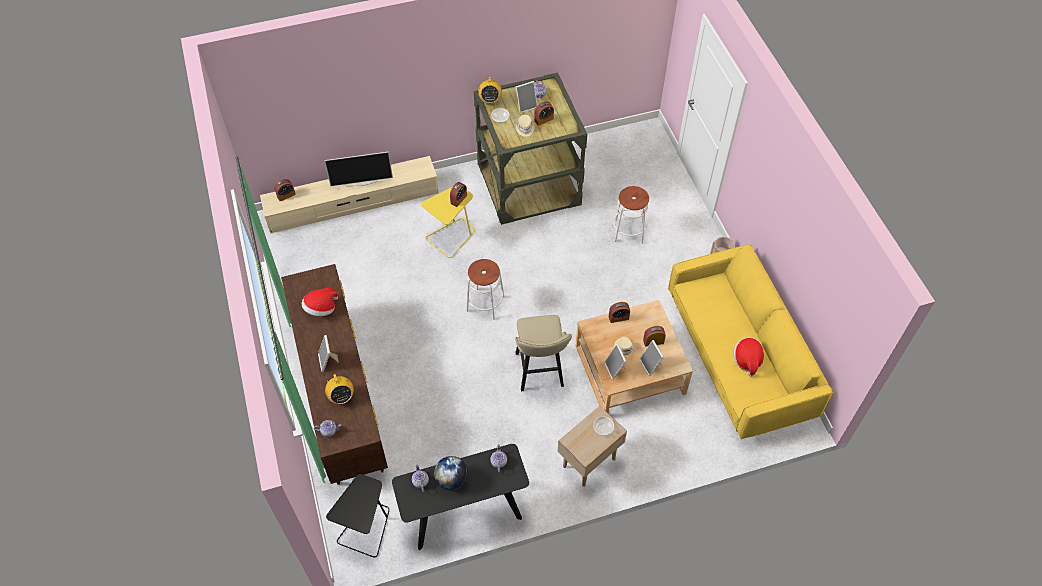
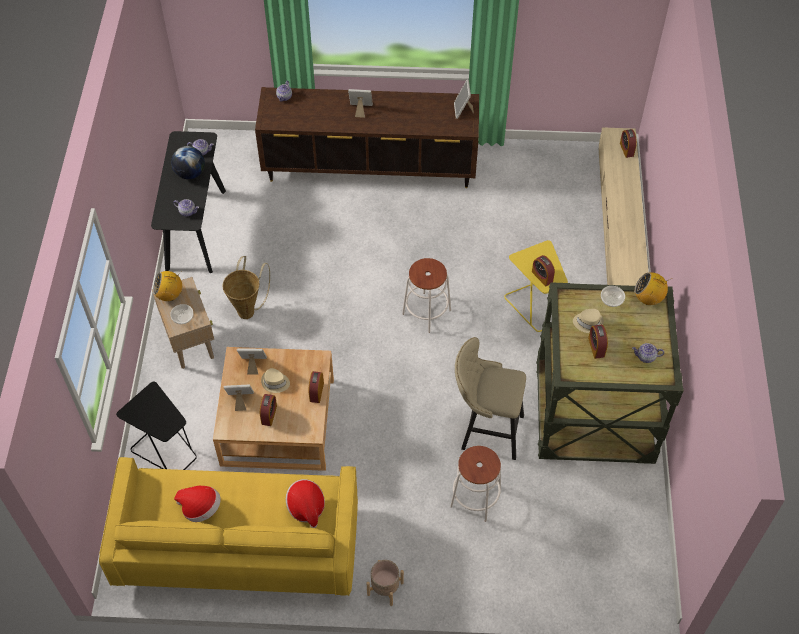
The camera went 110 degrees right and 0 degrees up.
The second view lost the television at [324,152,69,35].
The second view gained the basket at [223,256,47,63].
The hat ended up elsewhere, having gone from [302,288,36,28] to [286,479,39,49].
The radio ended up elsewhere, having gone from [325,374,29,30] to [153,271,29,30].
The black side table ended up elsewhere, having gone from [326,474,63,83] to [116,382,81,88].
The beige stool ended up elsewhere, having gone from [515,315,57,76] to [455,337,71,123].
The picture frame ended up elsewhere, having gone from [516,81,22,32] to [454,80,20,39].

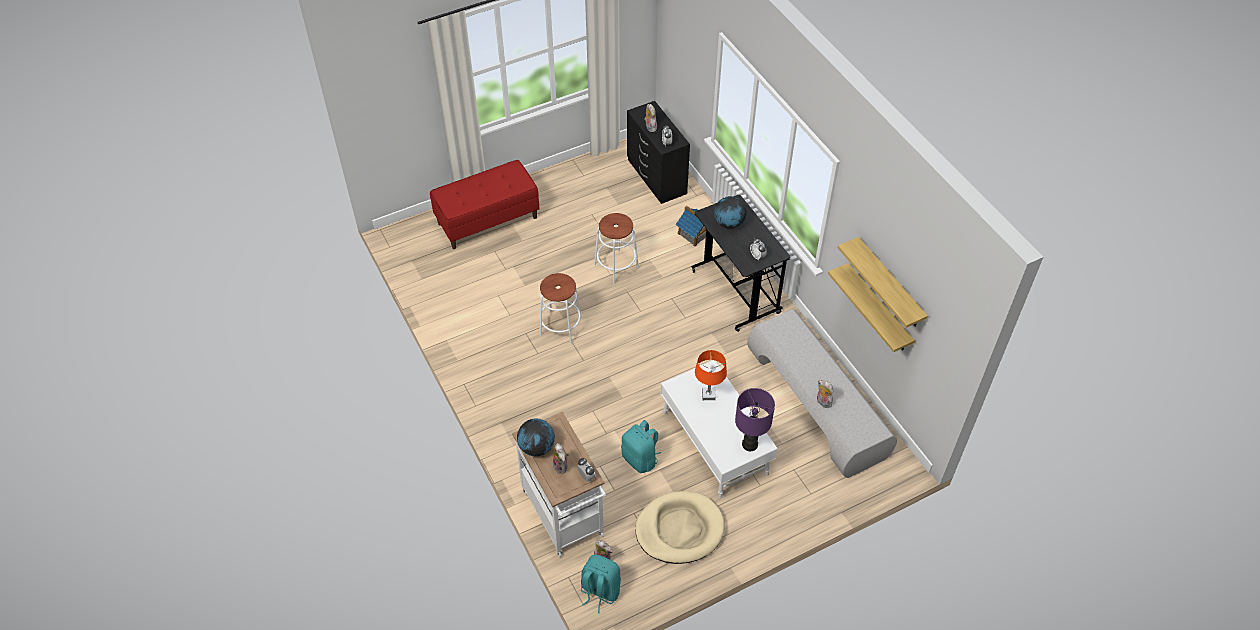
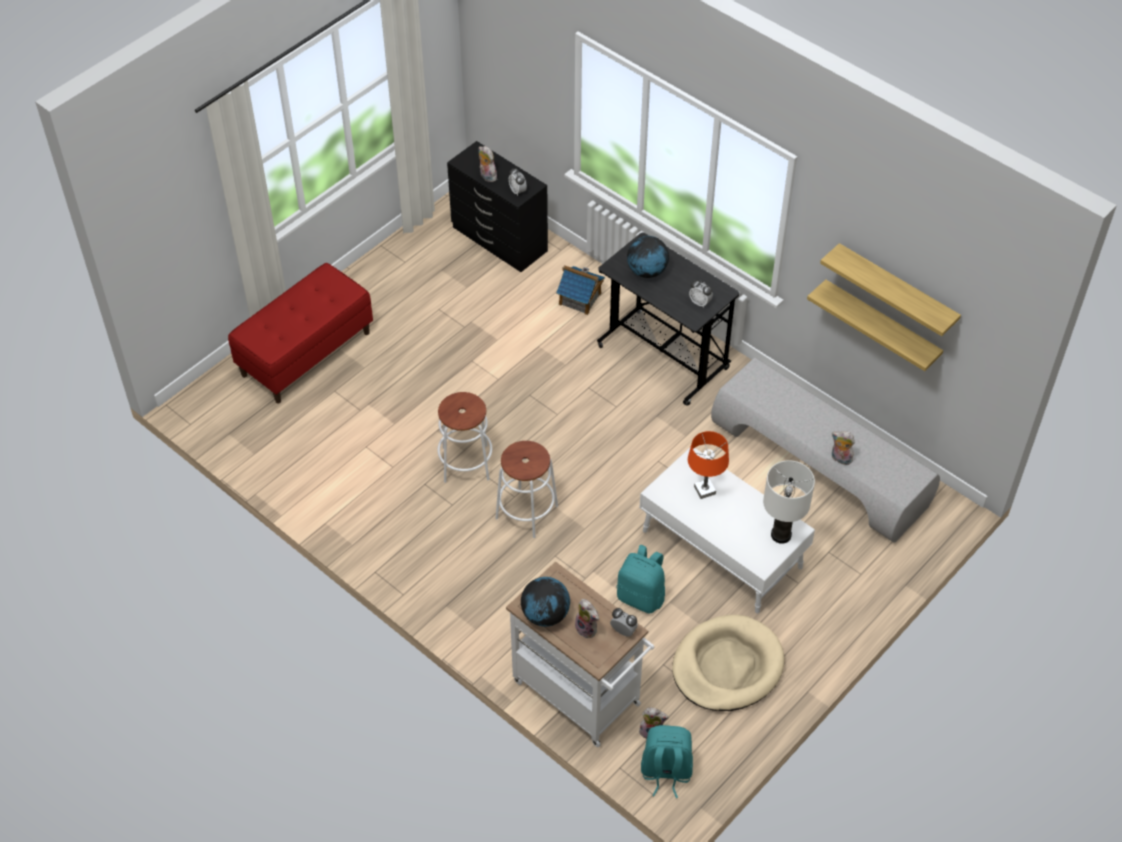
The camera went 20 degrees left and 0 degrees up.
The white stool ended up elsewhere, having gone from [594,213,45,71] to [495,441,63,97].
What was the purple table lamp at [735,388,40,63] turned into the white table lamp at [763,460,52,84].

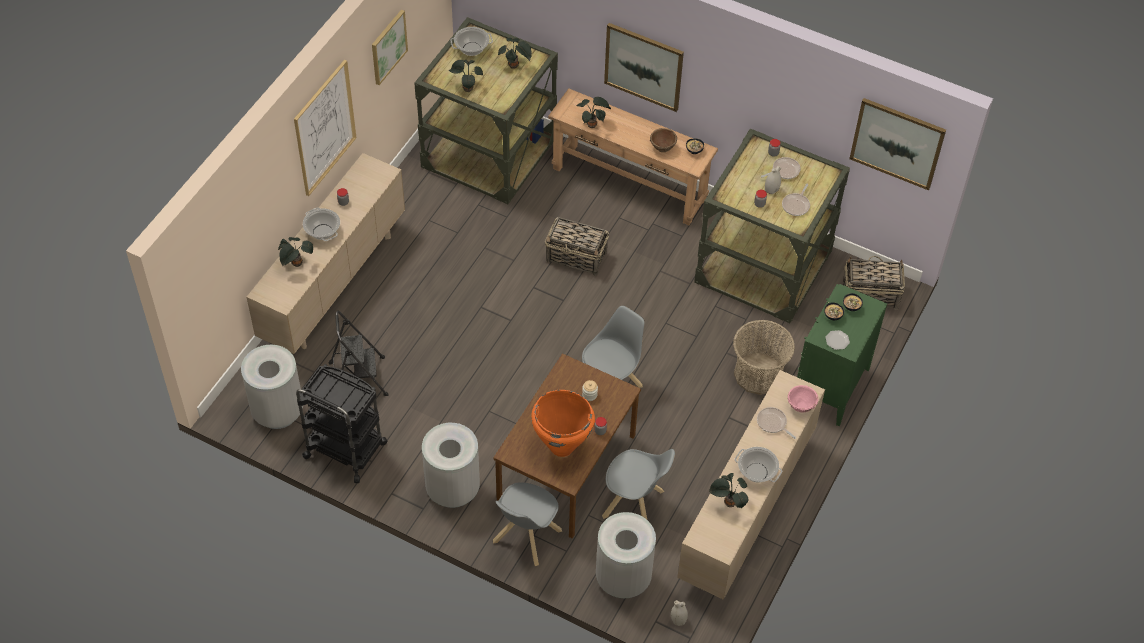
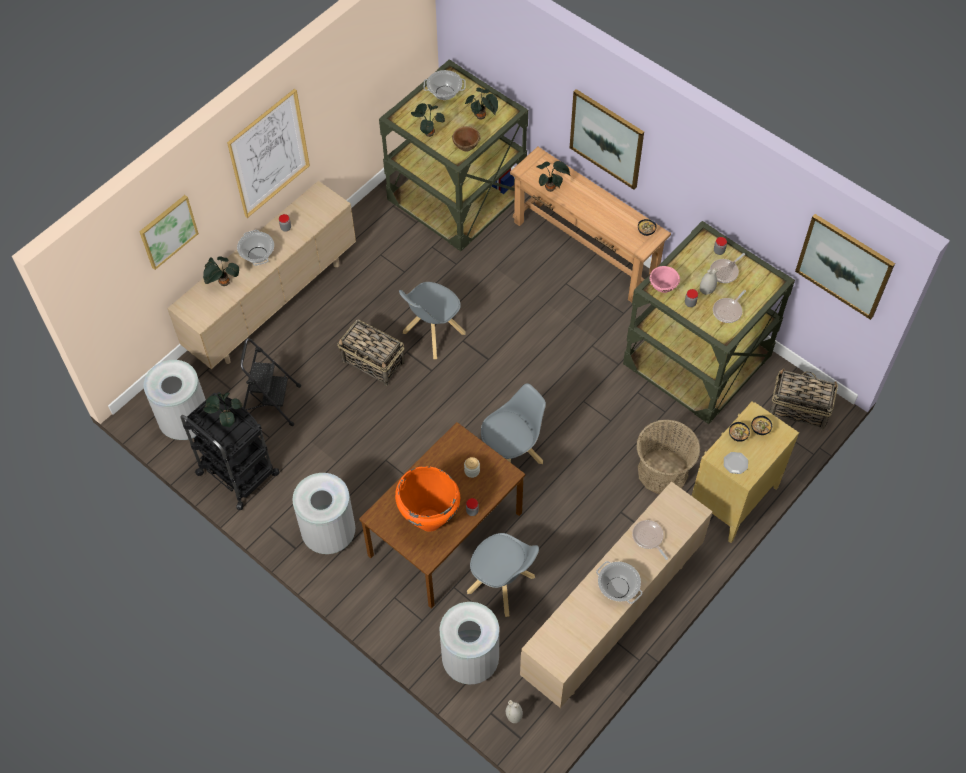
The camera went 15 degrees right and 5 degrees up.
The picture ended up elsewhere, having gone from [372,10,36,75] to [139,195,60,75].
The grey chair ended up elsewhere, having gone from [493,482,69,84] to [399,282,67,78].
The basket ended up elsewhere, having gone from [545,217,64,59] to [337,320,68,66].
The brown bowl ended up elsewhere, having gone from [649,128,28,24] to [452,126,29,25].
The potted plant ended up elsewhere, having gone from [709,473,39,36] to [203,393,39,34].
The pink bowl ended up elsewhere, having gone from [788,385,31,27] to [649,266,31,27].
What was the green dresser at [797,284,90,142] turned into the beige dresser at [692,402,107,141].
The frying pan at [761,157,40,22] ended up facing another way, 150 degrees clockwise from before.

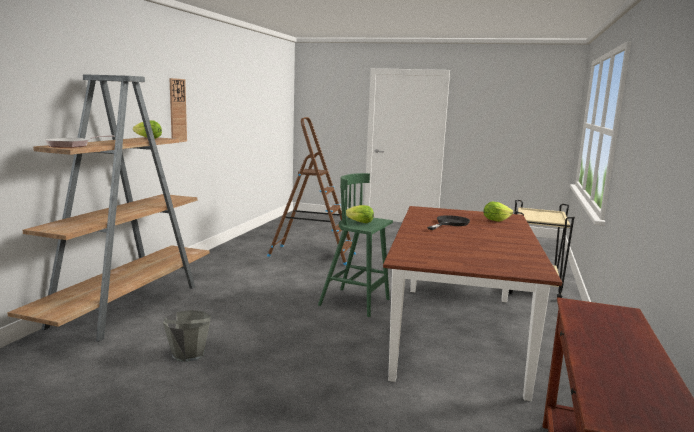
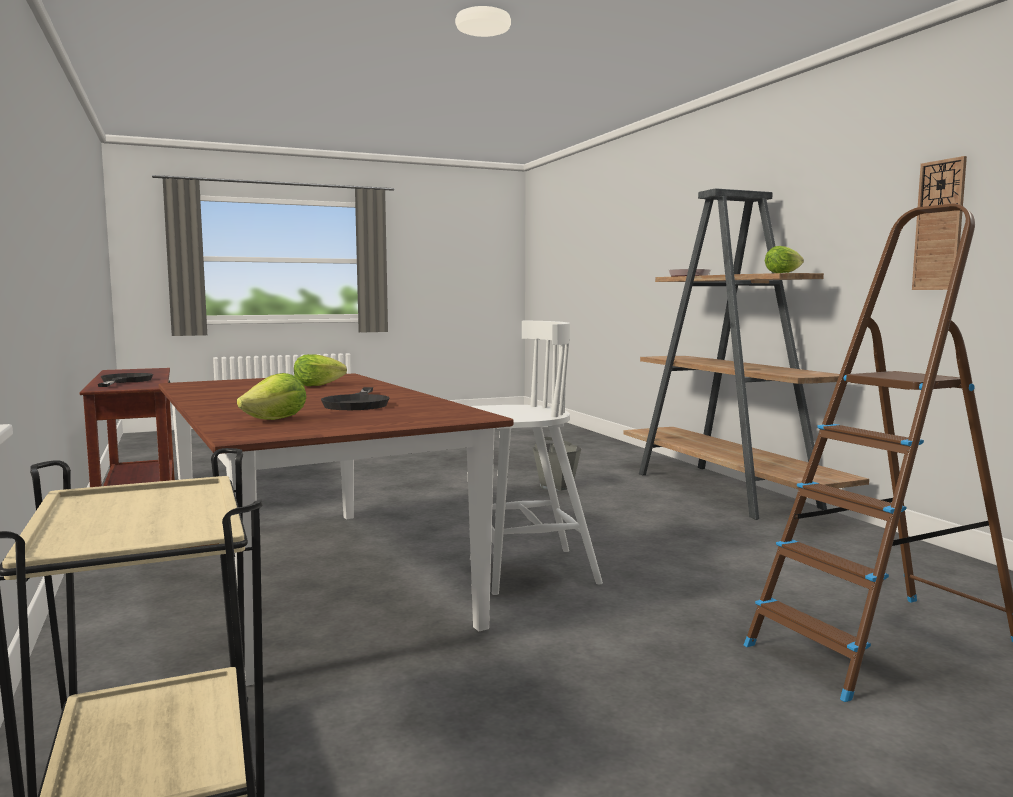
The camera went 140 degrees right and 5 degrees down.
The second view gained the black frying pan at [98,373,55,14].
The lettuce ended up elsewhere, having gone from [346,205,28,18] to [294,354,53,32].
What was the green stool at [318,173,75,144] turned into the white stool at [470,321,133,274].

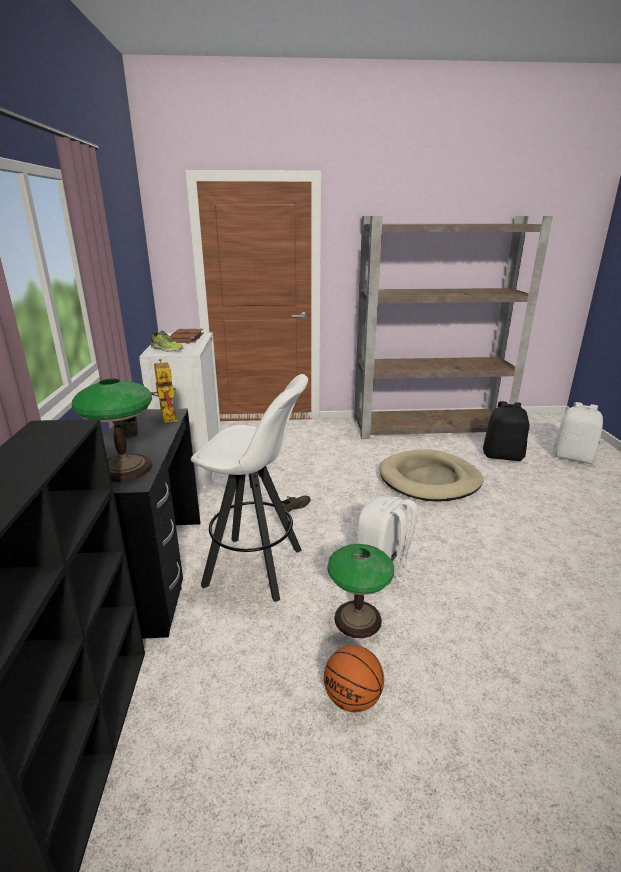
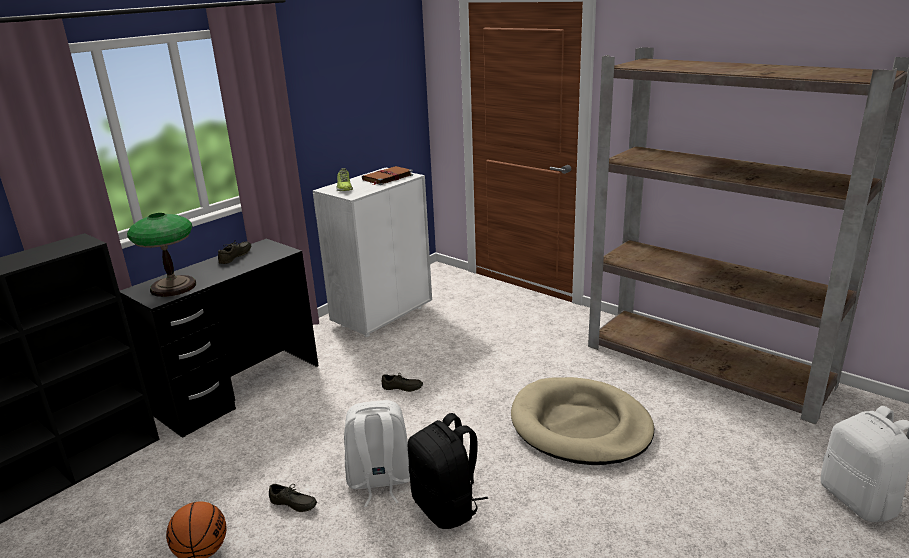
The camera went 45 degrees right and 0 degrees up.
The second view lost the toy robot at [151,359,27,64].
The second view lost the white stool at [191,374,117,228].
The black backpack ended up elsewhere, having gone from [483,401,46,60] to [408,413,80,116].
Where the table lamp stood at [327,544,67,94], the grey shoe came to stand at [269,484,48,28].

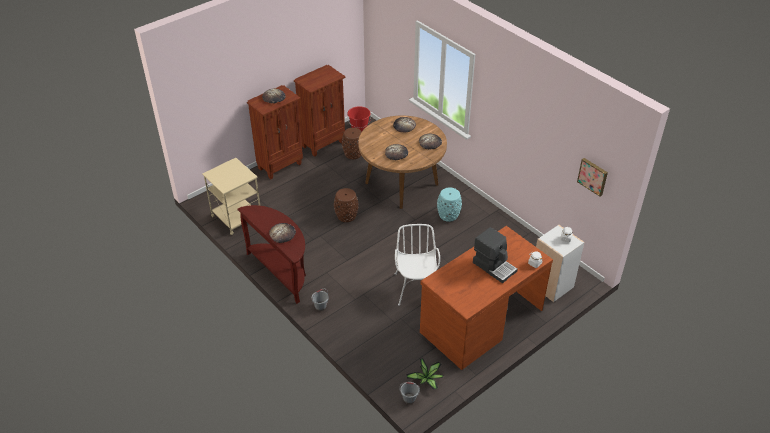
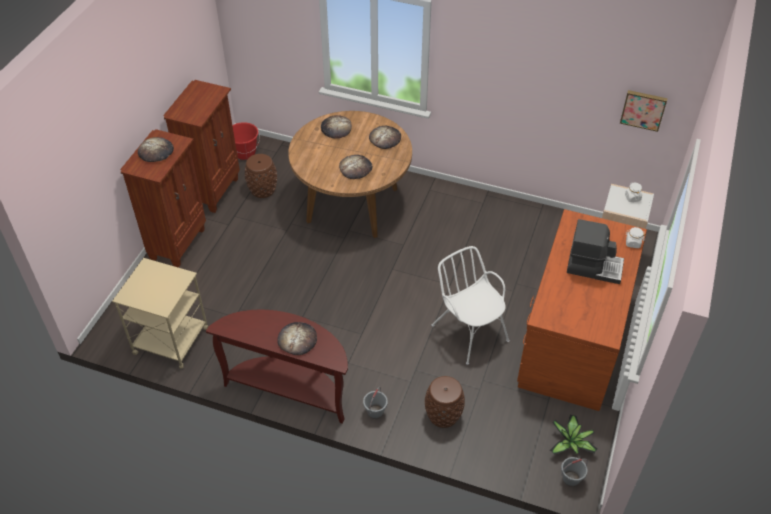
The camera went 30 degrees left and 5 degrees up.
The second view lost the turquoise stool at [437,188,25,34].
The brown stool ended up elsewhere, having gone from [334,188,25,34] to [425,376,40,52].

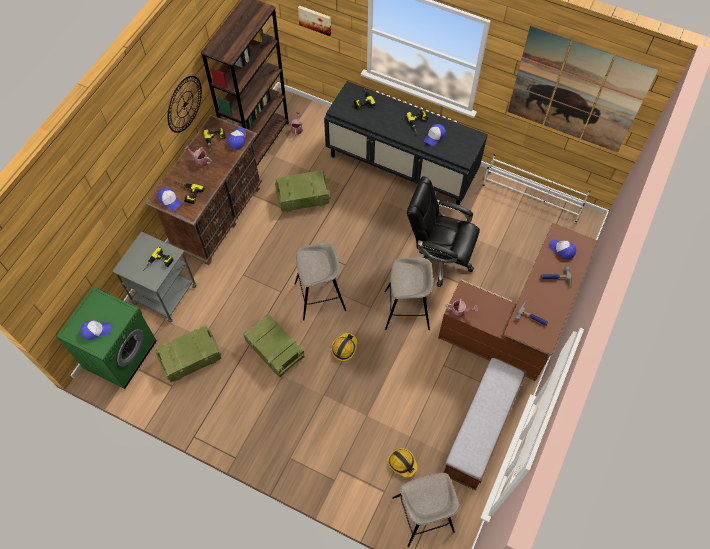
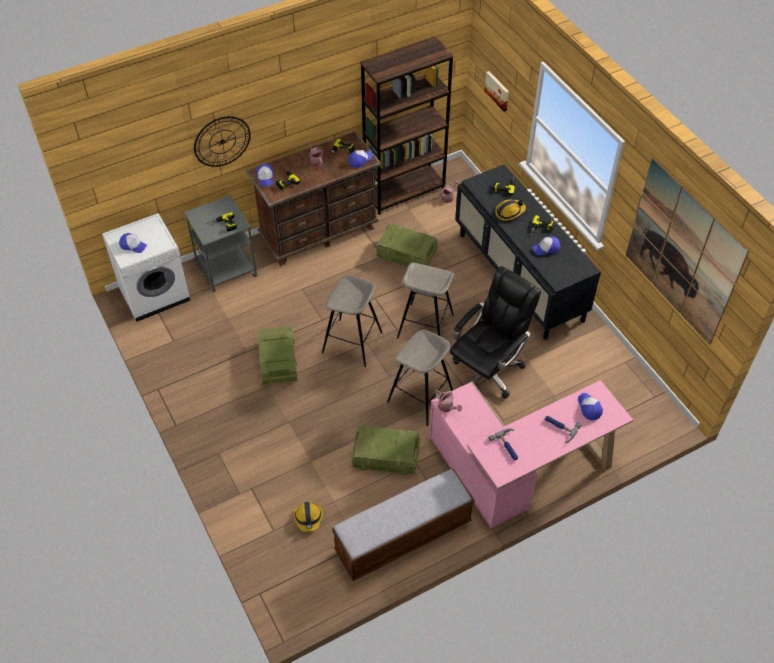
The camera went 35 degrees right and 10 degrees down.
The second view lost the white shoe rack at [483,154,108,68].
The crate ended up elsewhere, having gone from [155,325,67,57] to [351,426,69,49].
The wall clock ended up elsewhere, having gone from [167,76,35,57] to [194,116,57,51].
The hard hat ended up elsewhere, having gone from [331,333,26,28] to [495,200,31,21].
The grey stool ended up elsewhere, having gone from [392,473,67,74] to [397,263,57,76].
What was the green washing machine at [56,286,101,103] turned into the white washing machine at [102,213,88,109].
What was the brown desk at [438,223,159,158] turned into the pink desk at [429,380,204,148].
The black office chair at [407,176,73,111] ended up facing another way, 75 degrees clockwise from before.

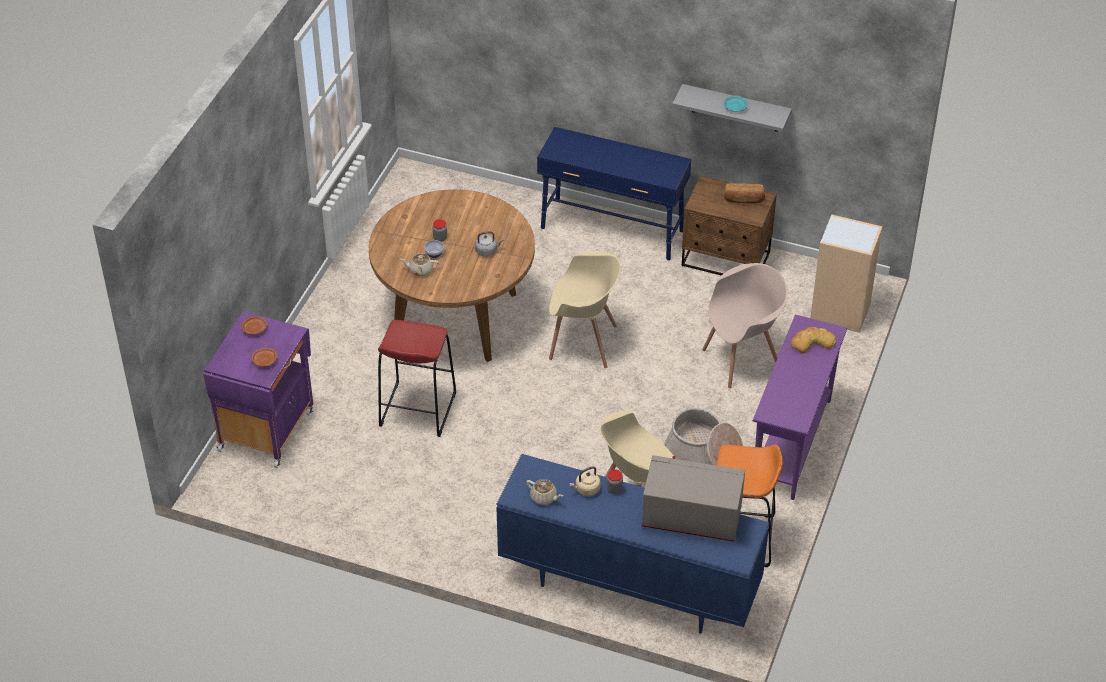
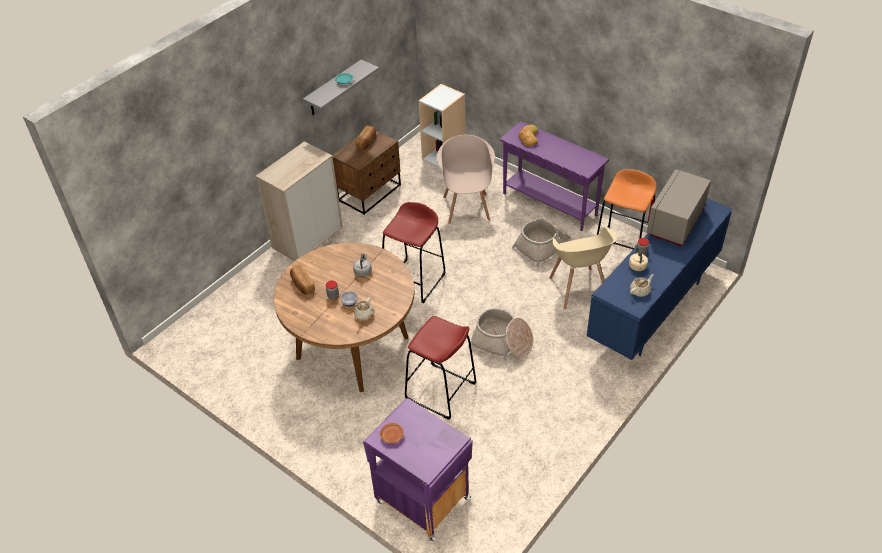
The camera went 70 degrees left and 0 degrees up.
The second view lost the brown plate at [252,348,25,19].
The second view gained the bread at [290,264,25,31].
The second view gained the basket at [468,308,65,53].
Where the blue console table stood at [537,127,154,133], the beige cabinet came to stand at [256,141,87,120].
Where the beige chair stood at [549,251,72,117], the red stool came to stand at [382,202,63,101].

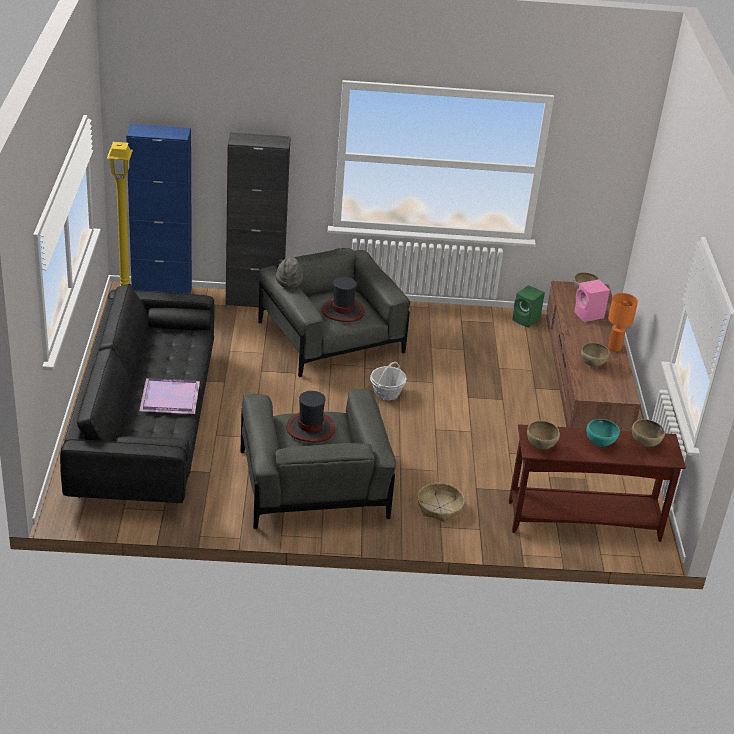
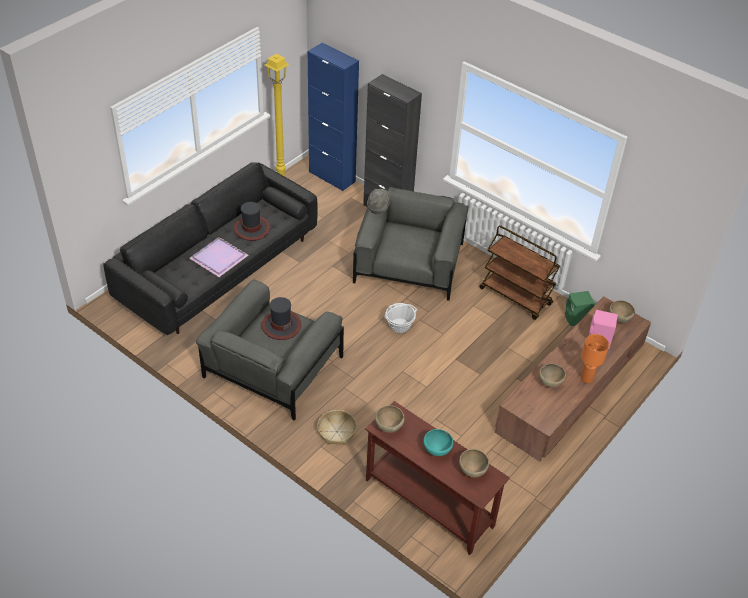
The camera went 40 degrees right and 10 degrees up.
The second view gained the brown cart at [479,225,81,95].
The hat ended up elsewhere, having gone from [321,277,44,45] to [234,202,36,39].

